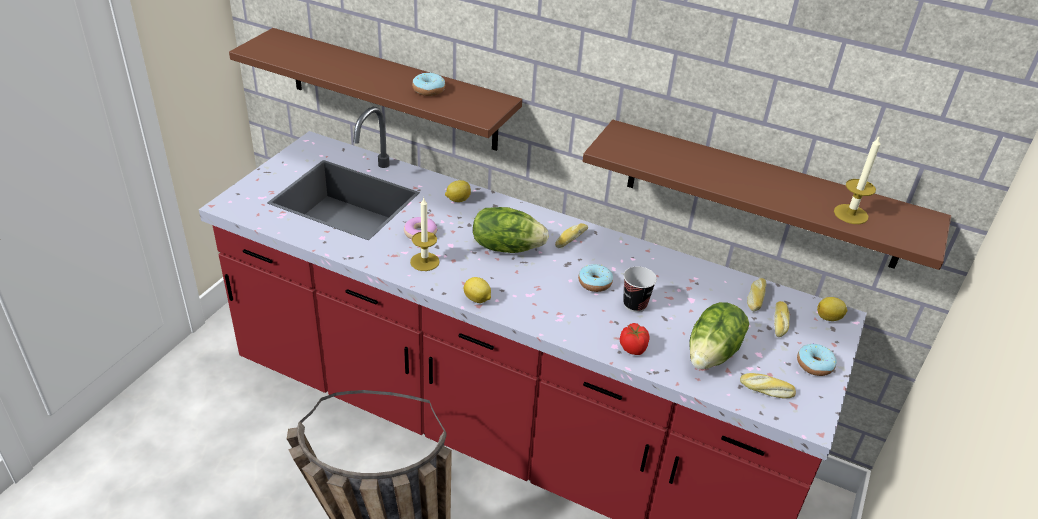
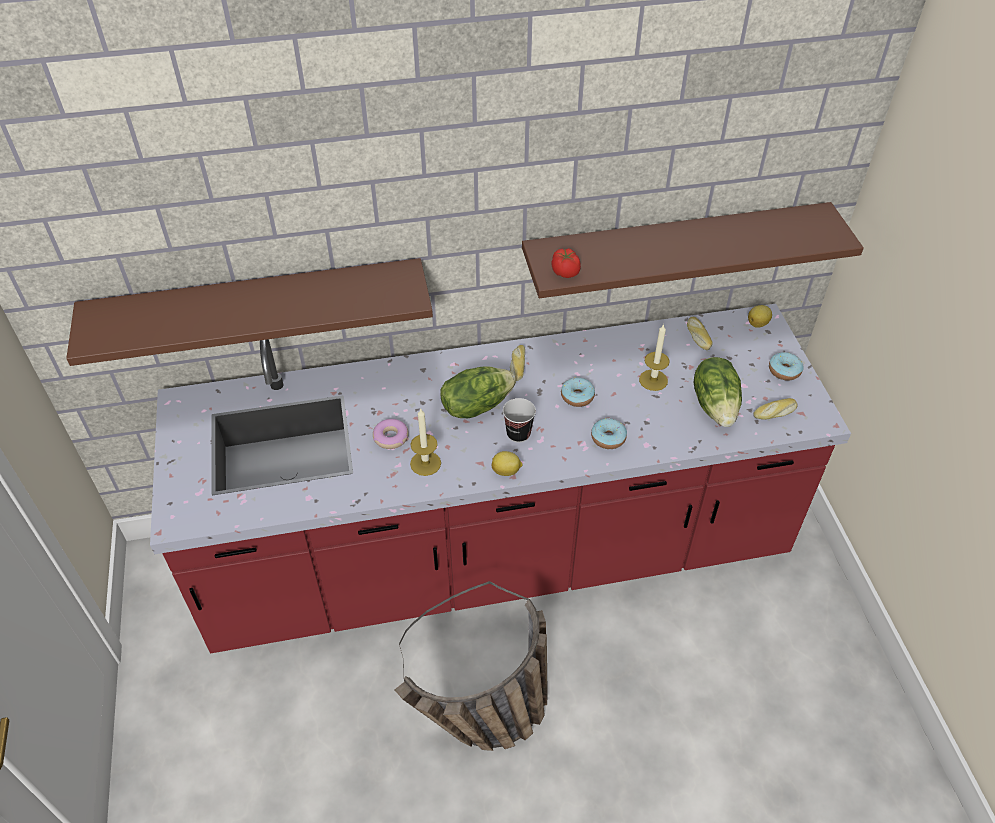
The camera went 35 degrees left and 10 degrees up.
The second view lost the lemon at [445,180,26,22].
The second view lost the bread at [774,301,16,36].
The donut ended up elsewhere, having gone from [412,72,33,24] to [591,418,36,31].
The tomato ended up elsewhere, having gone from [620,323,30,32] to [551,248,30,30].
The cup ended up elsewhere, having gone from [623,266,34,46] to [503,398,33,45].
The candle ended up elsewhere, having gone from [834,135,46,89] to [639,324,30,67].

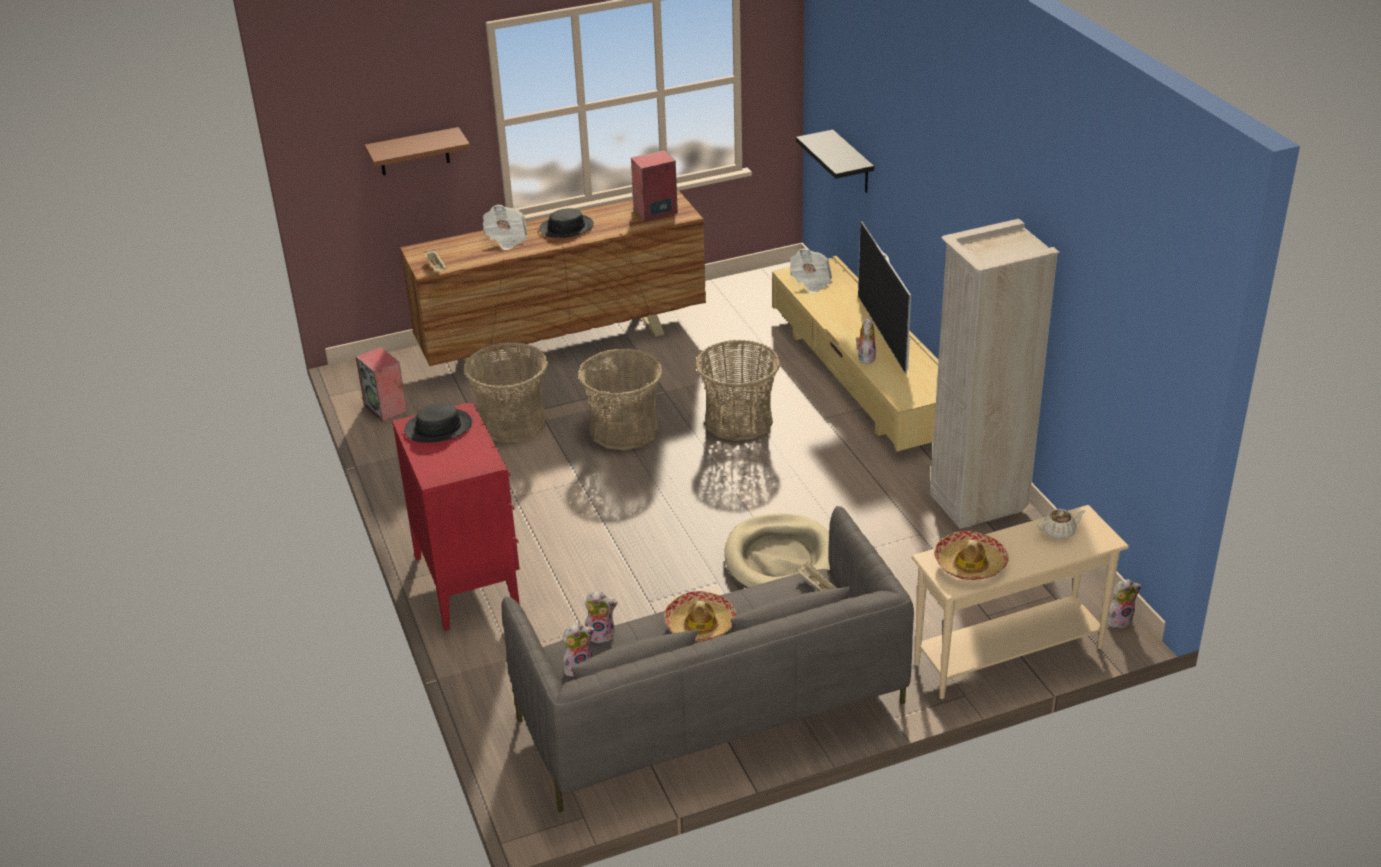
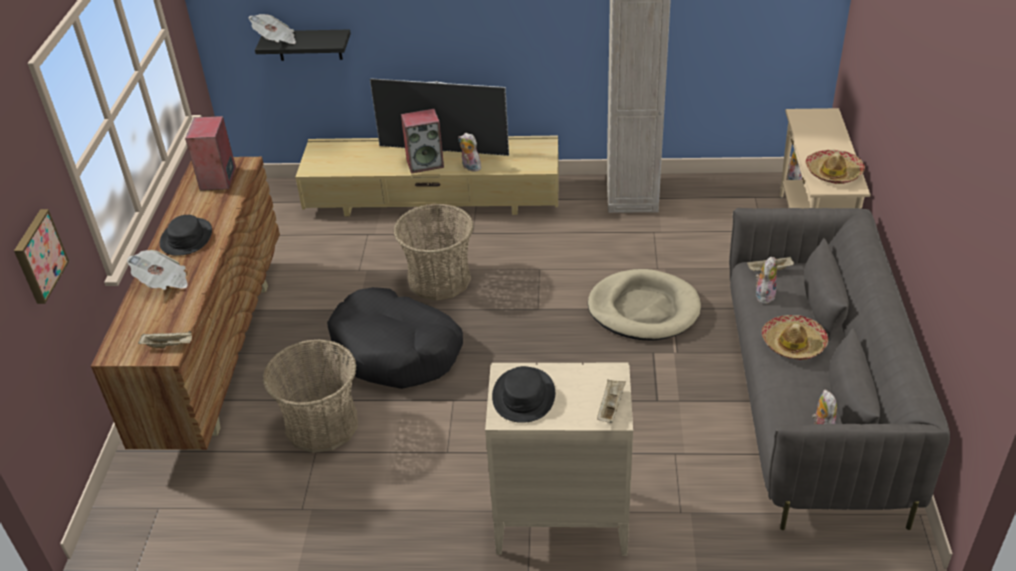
The camera went 65 degrees left and 5 degrees up.
The second view lost the beige teapot at [1037,509,49,30].
The second view gained the beige tray at [597,380,29,43].
The speaker ended up elsewhere, having gone from [356,347,51,75] to [401,109,43,65].
The plush toy ended up elsewhere, having gone from [585,592,33,52] to [756,256,21,48].
The newspaper ended up elsewhere, having gone from [790,248,42,45] to [249,14,47,30].
Where the brown shelf hung at [365,127,105,48], the picture came to hang at [14,209,55,95].
Where the basket stood at [578,348,85,102], the black dog bed came to stand at [327,287,136,102].
What was the red dresser at [392,403,128,228] turned into the beige dresser at [485,363,148,193].

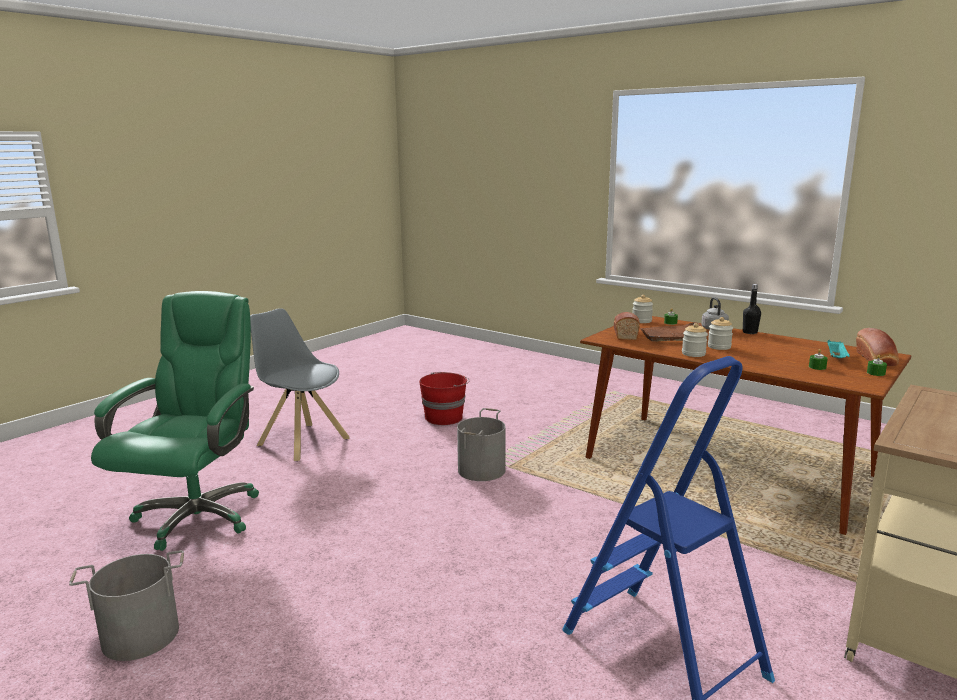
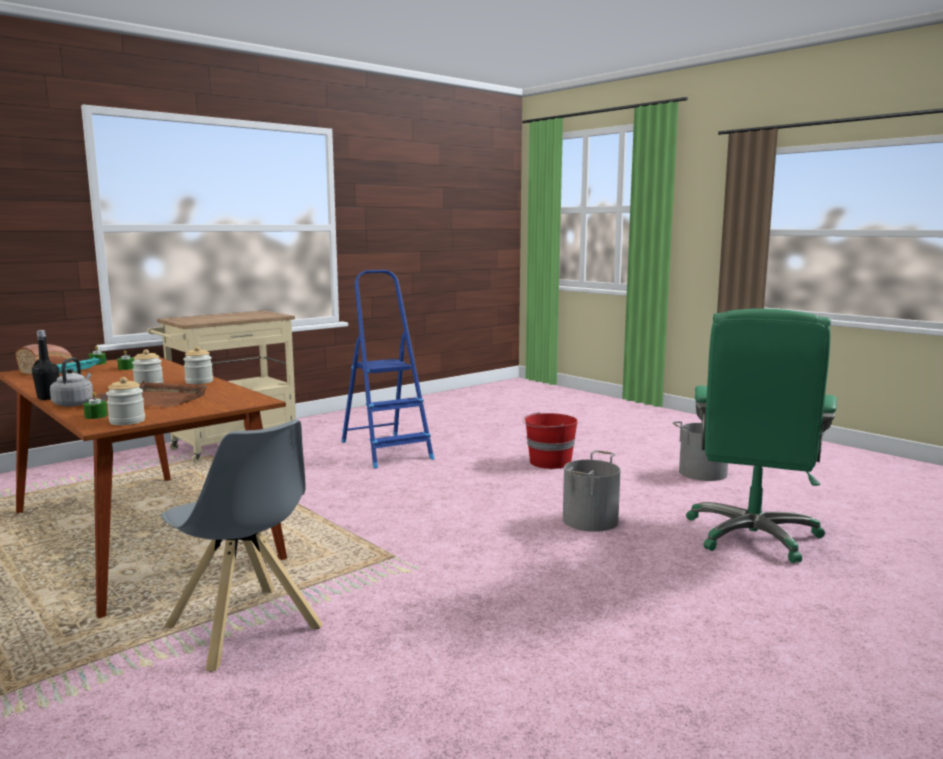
The camera went 170 degrees left and 5 degrees down.
The second view lost the bread at [614,312,26,28].
The grey chair ended up elsewhere, having gone from [250,308,100,153] to [161,420,161,251].
The red bucket ended up elsewhere, having gone from [419,372,50,53] to [522,412,56,57].
The grey bucket ended up elsewhere, having gone from [457,408,49,73] to [563,450,57,82].

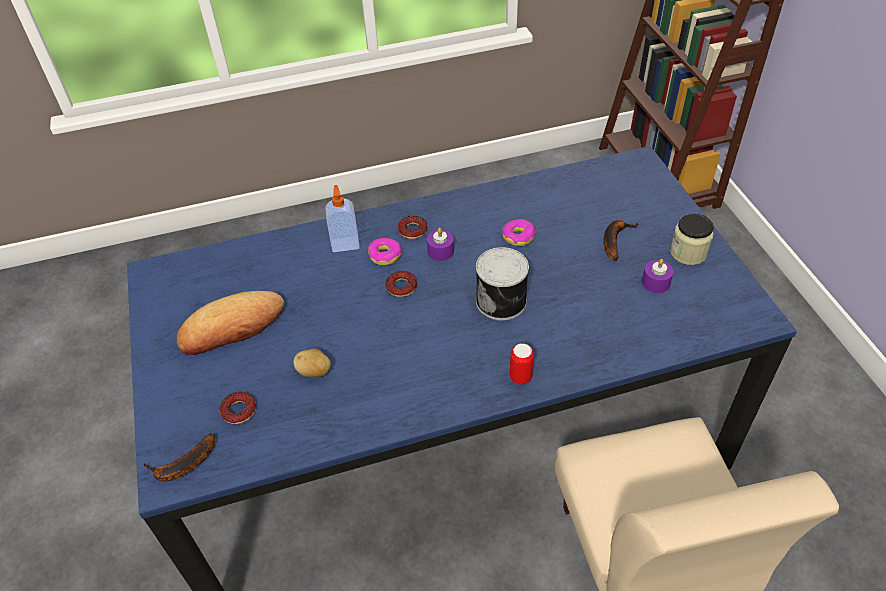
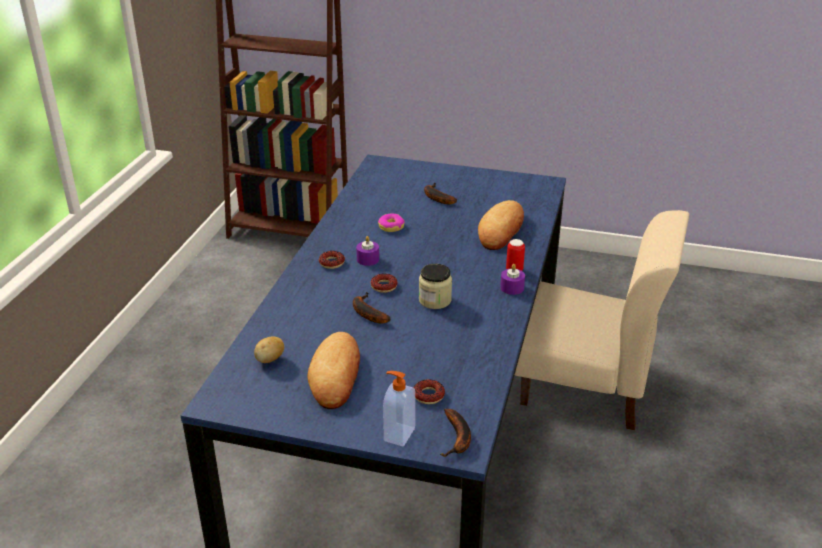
The camera went 60 degrees left and 15 degrees down.
The second view lost the donut at [368,238,34,27].
The second view lost the can at [476,247,53,73].
The second view gained the banana at [353,292,38,32].
The second view gained the bread at [478,200,46,50].
The potato ended up elsewhere, having gone from [293,349,38,28] to [254,336,30,27].
The soap dispenser ended up elsewhere, having gone from [325,185,35,67] to [383,371,32,76].
The purple candle ended up elsewhere, having gone from [642,259,32,34] to [500,264,25,31].
The jar ended up elsewhere, having gone from [670,214,44,51] to [419,264,33,45].

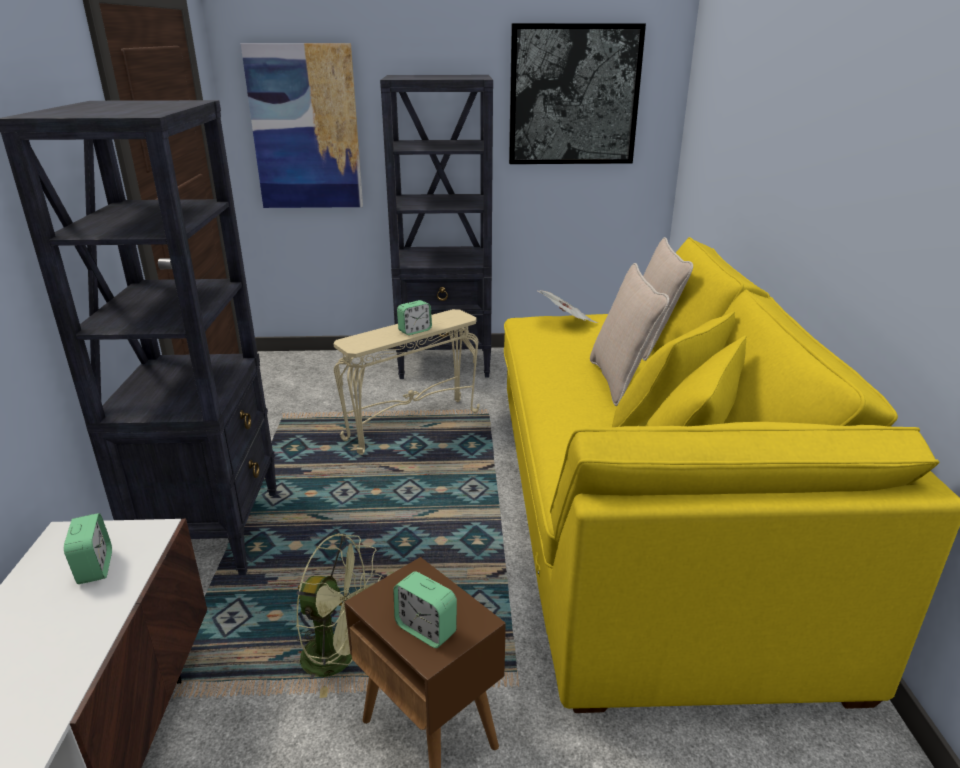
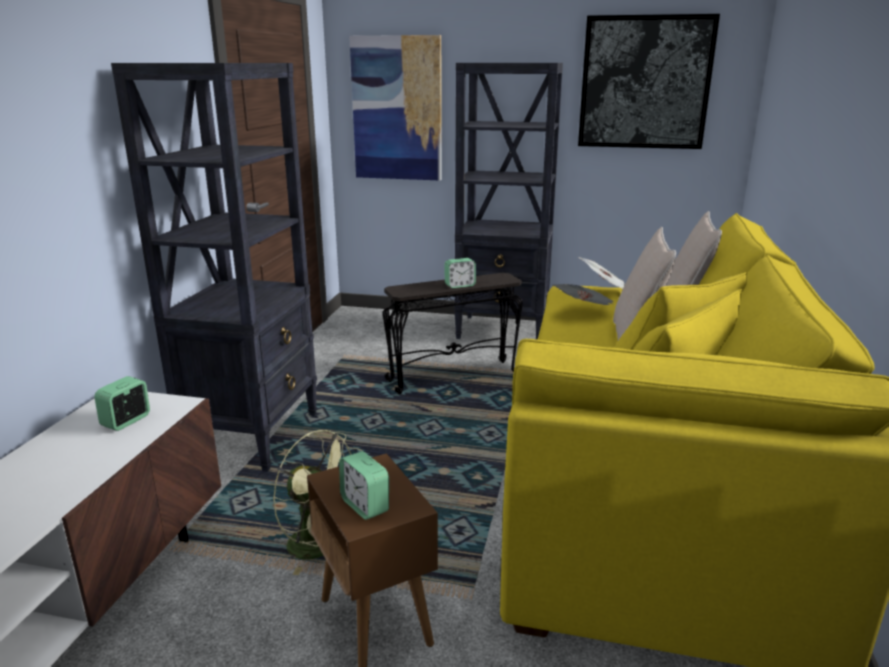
The camera went 15 degrees right and 5 degrees down.
The second view gained the newspaper at [553,284,60,21].
What was the beige side table at [333,309,147,146] turned into the black side table at [383,273,140,121].
The alarm clock at [64,513,48,71] ended up facing another way, 150 degrees counterclockwise from before.

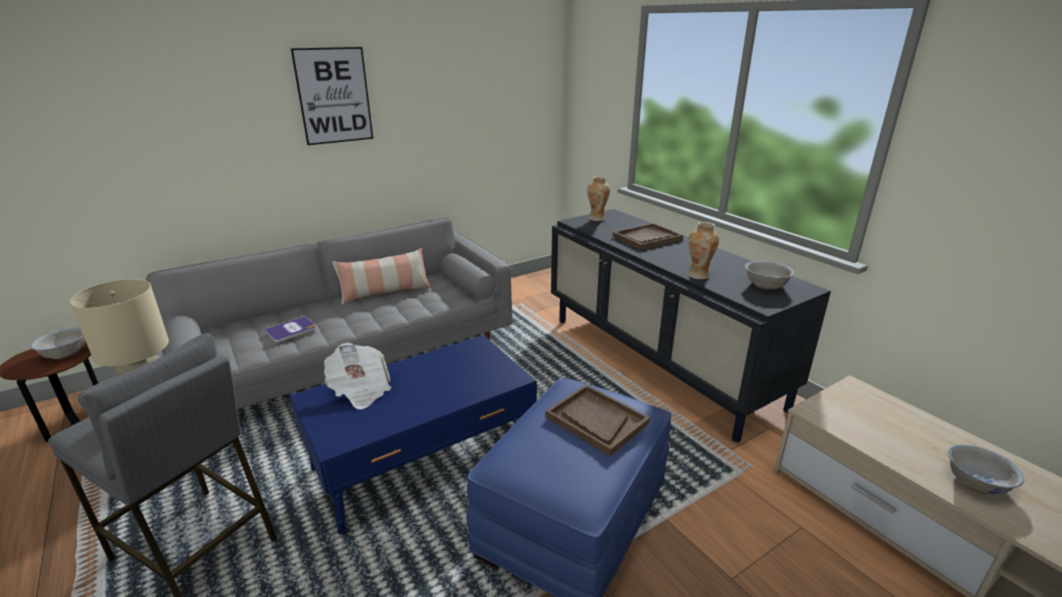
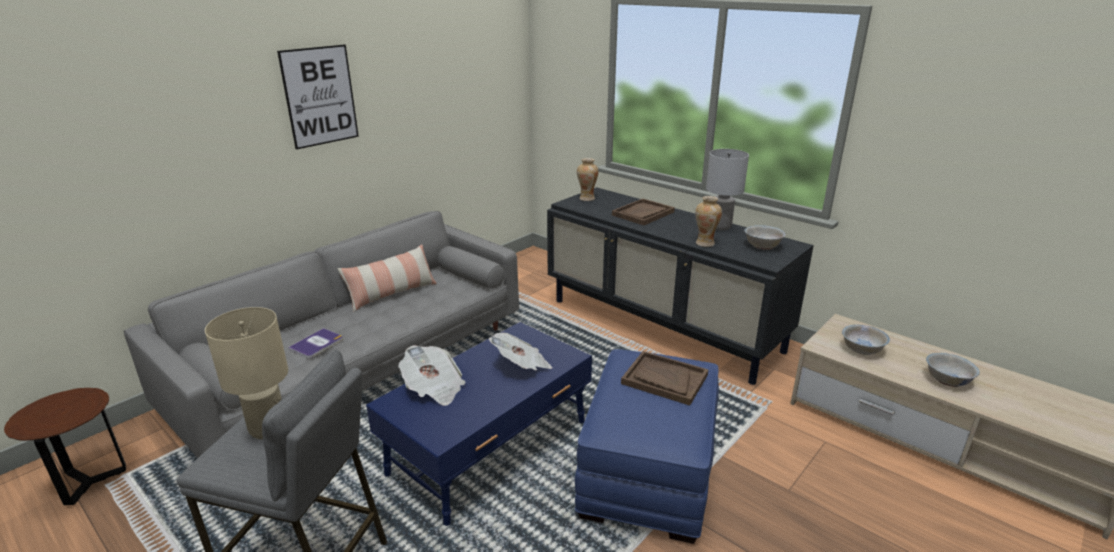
The camera went 15 degrees left and 0 degrees up.
The second view gained the newspaper at [489,333,63,37].
The second view gained the grey table lamp at [706,149,43,81].
The white bowl ended up elsewhere, having gone from [30,328,55,31] to [842,324,48,31].

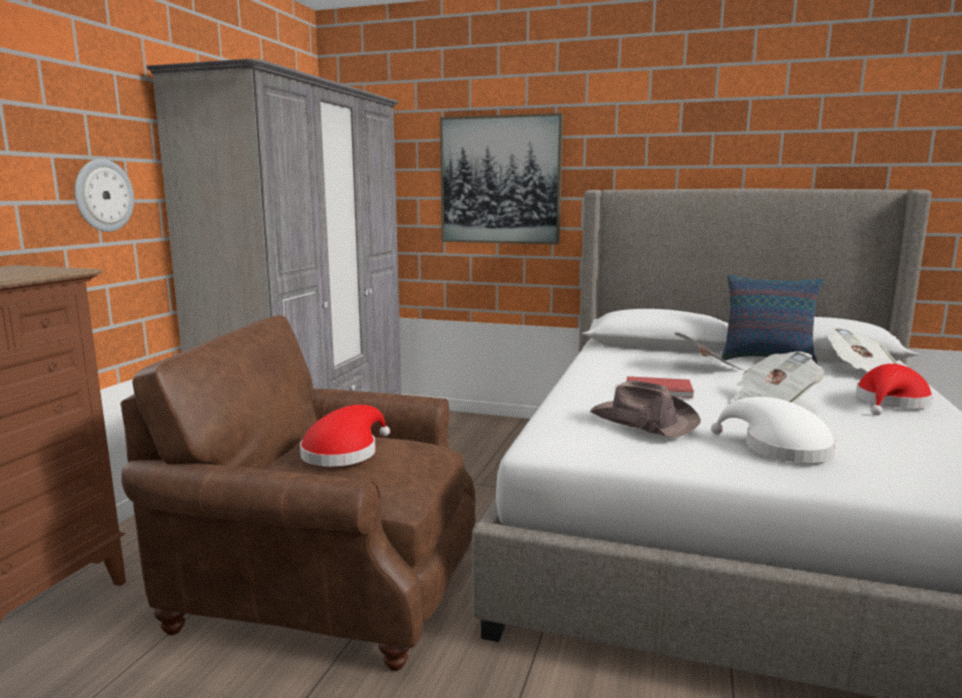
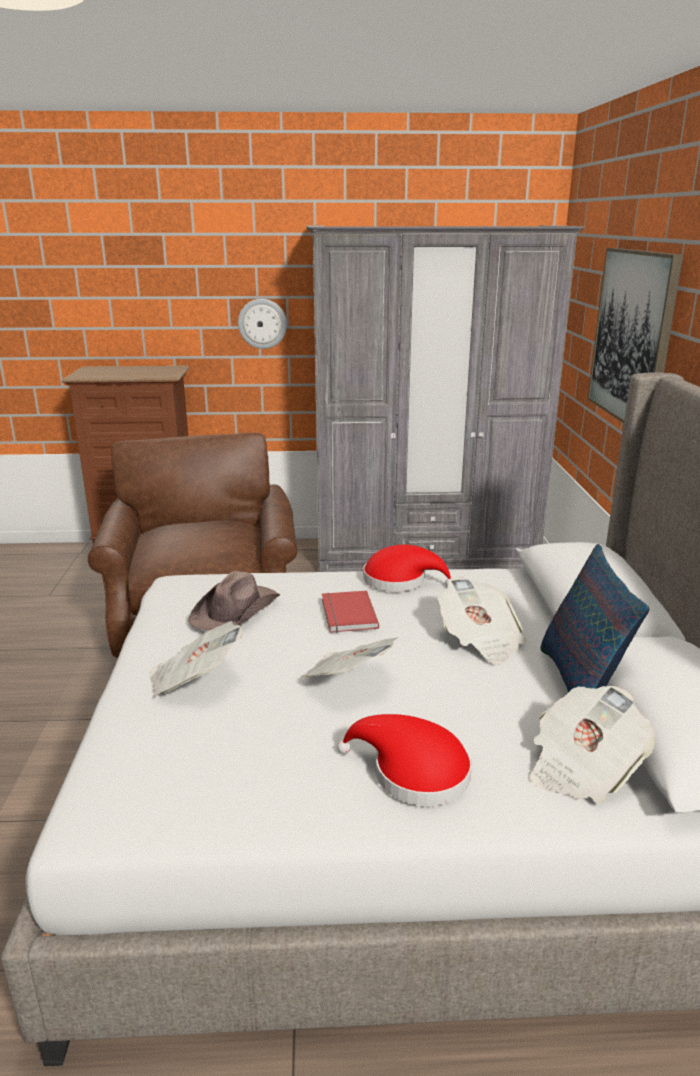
The camera went 70 degrees right and 10 degrees up.
The red hat ended up elsewhere, having gone from [300,405,90,62] to [363,545,89,47].
Where the white hat stood at [711,397,125,66], the newspaper came to stand at [149,621,94,76].

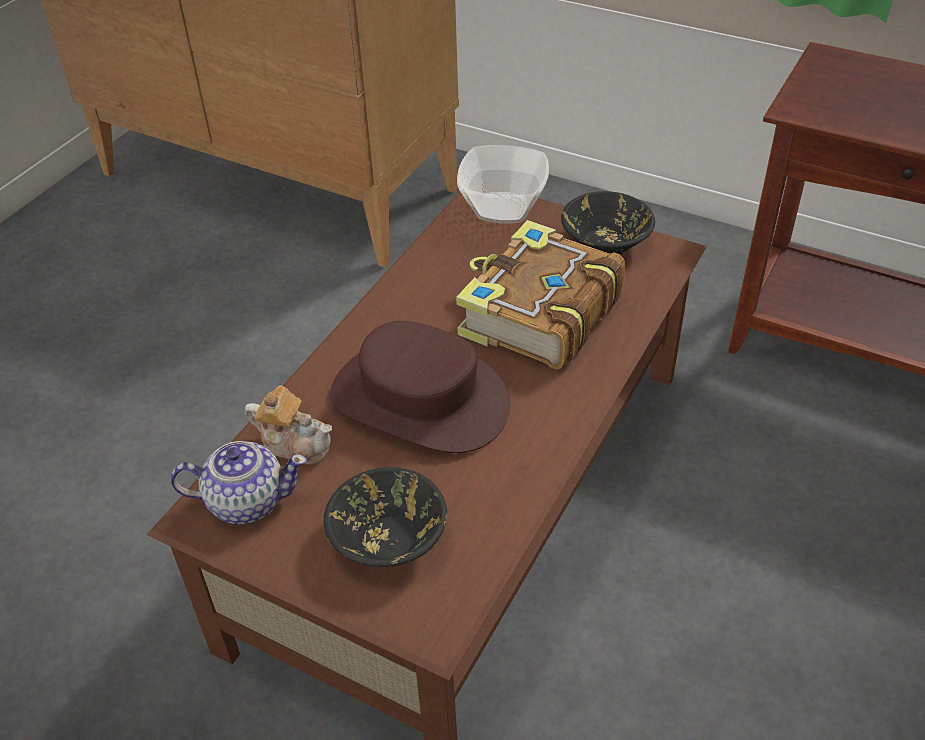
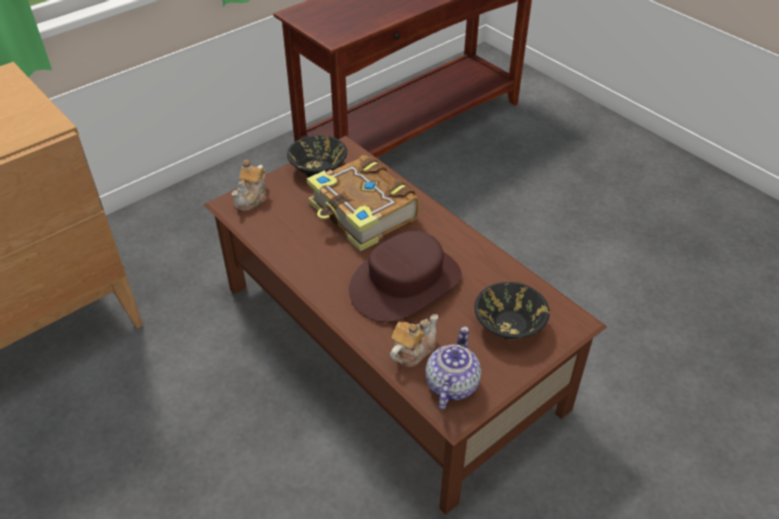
The camera went 70 degrees left and 0 degrees up.
Where the bowl stood at [457,145,92,79], the teapot came to stand at [232,160,35,51].

